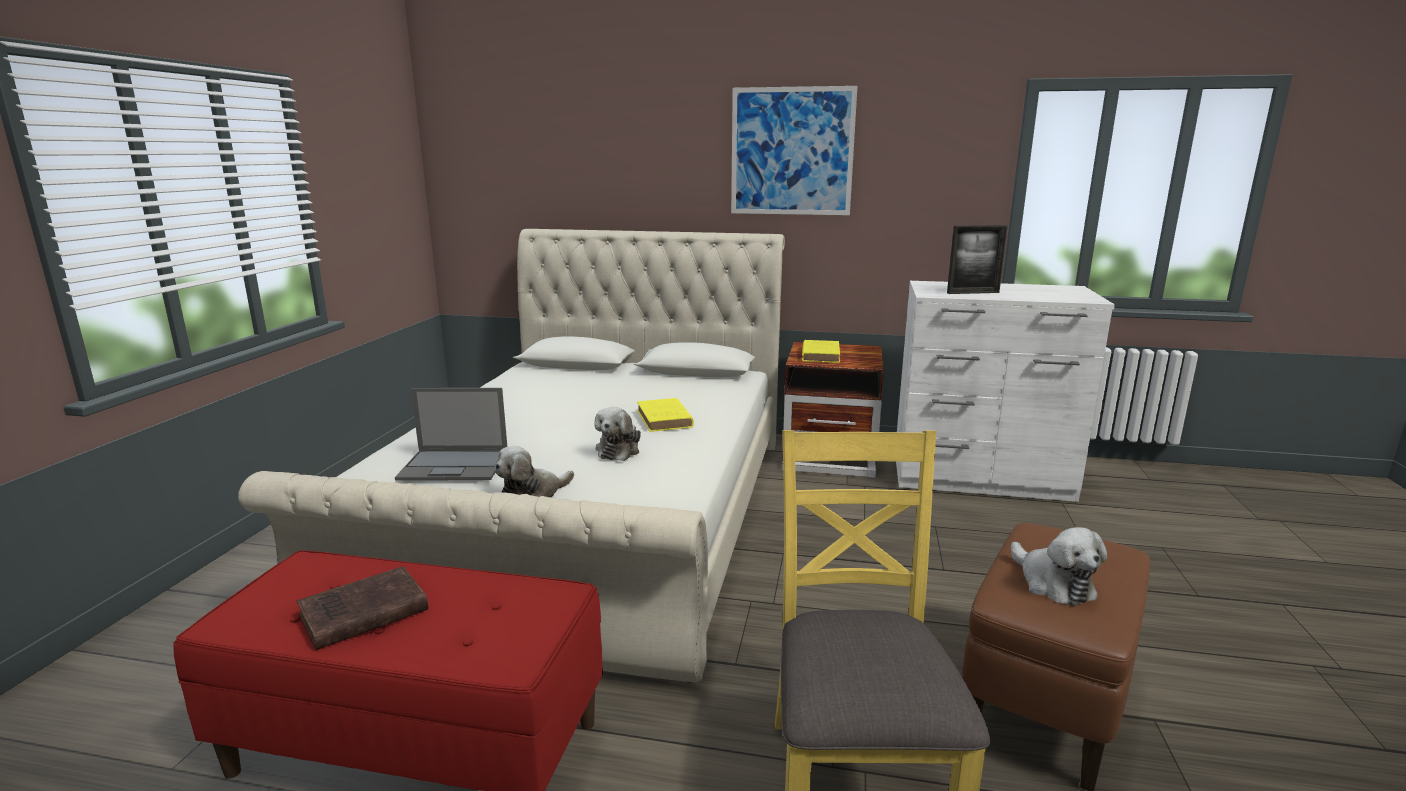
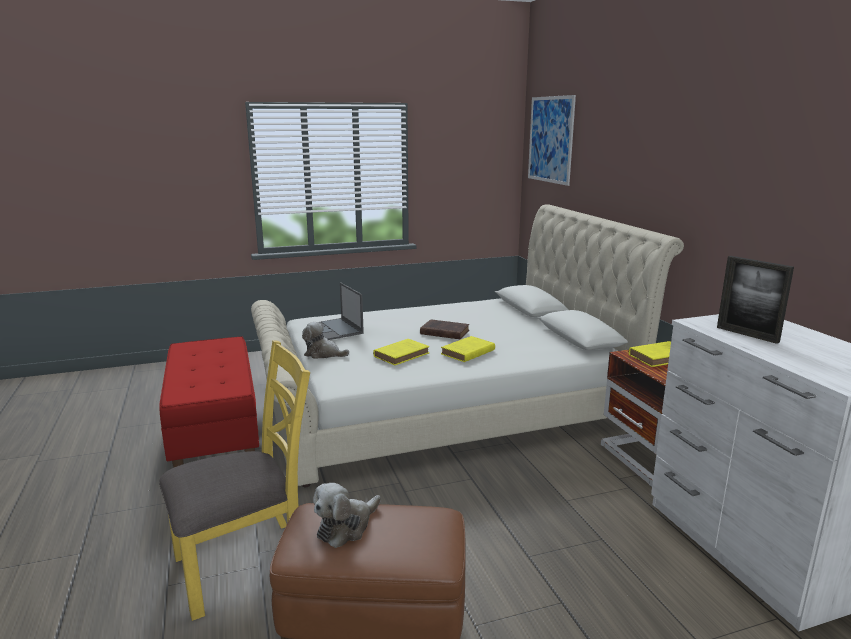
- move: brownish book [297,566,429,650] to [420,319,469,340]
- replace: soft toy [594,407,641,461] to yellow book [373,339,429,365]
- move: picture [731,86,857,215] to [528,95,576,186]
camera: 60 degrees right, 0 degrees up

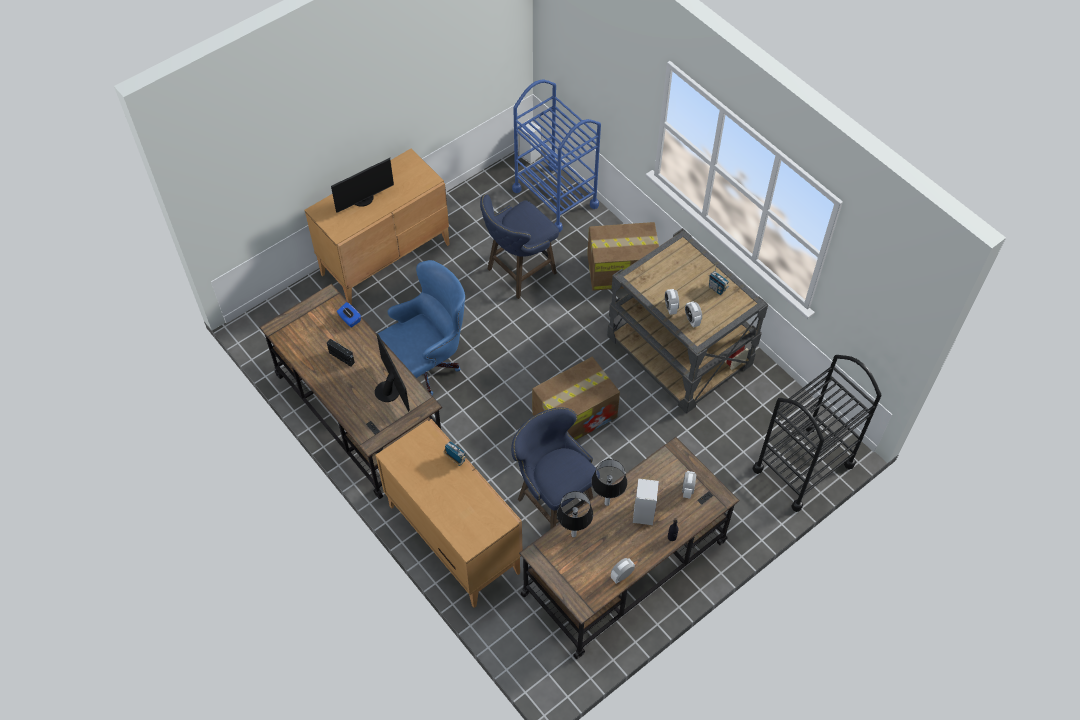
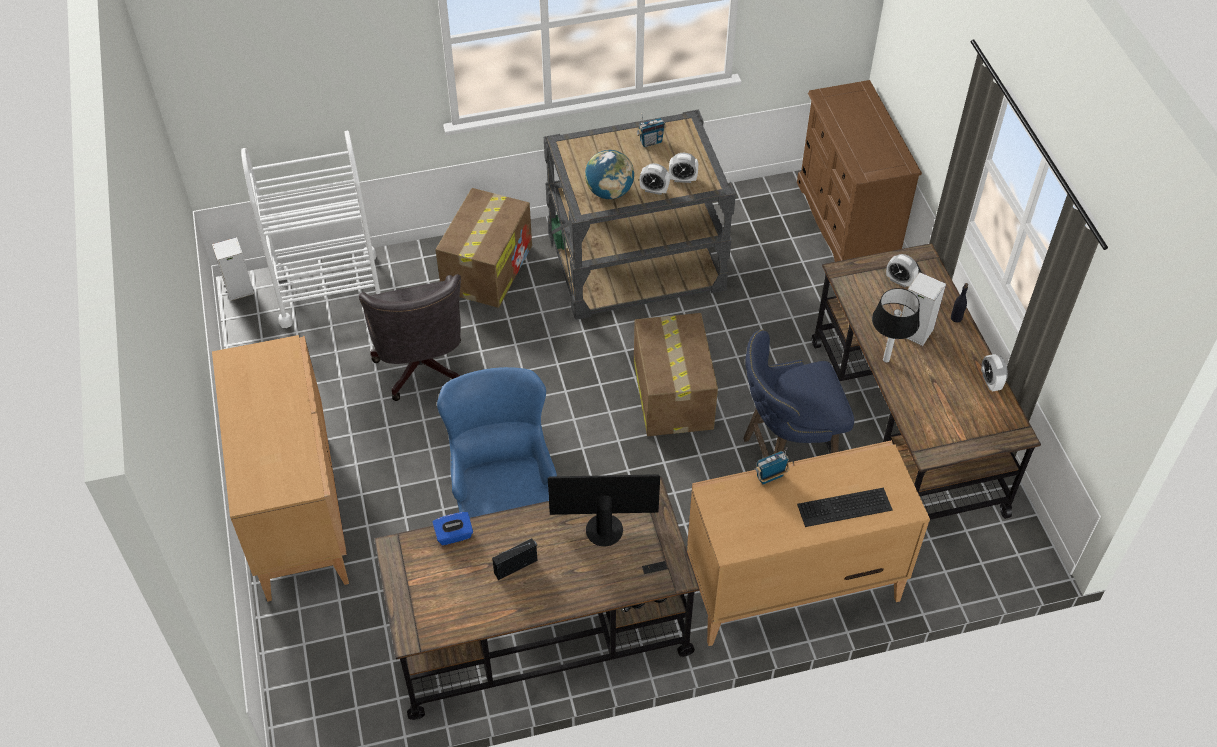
- delete: computer display [331,158,394,213]
- replace: blue stool [480,194,559,299] to gray desk chair [359,274,461,401]
- recolor: blue wheeled cart [512,79,601,232] to whitish wheeled cart [241,131,381,328]
- delete: table lamp [557,491,593,537]
- replace: black wheeled cart [753,355,882,512] to brownish drawer chest [797,80,922,262]
- insert: desk globe [585,150,634,199]
- insert: computer keyboard [797,488,893,527]
camera: 65 degrees left, 5 degrees down

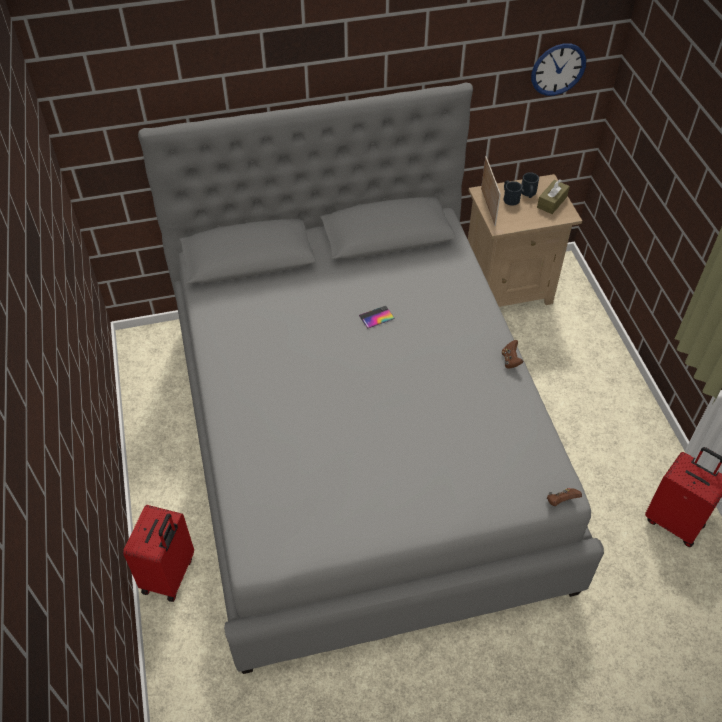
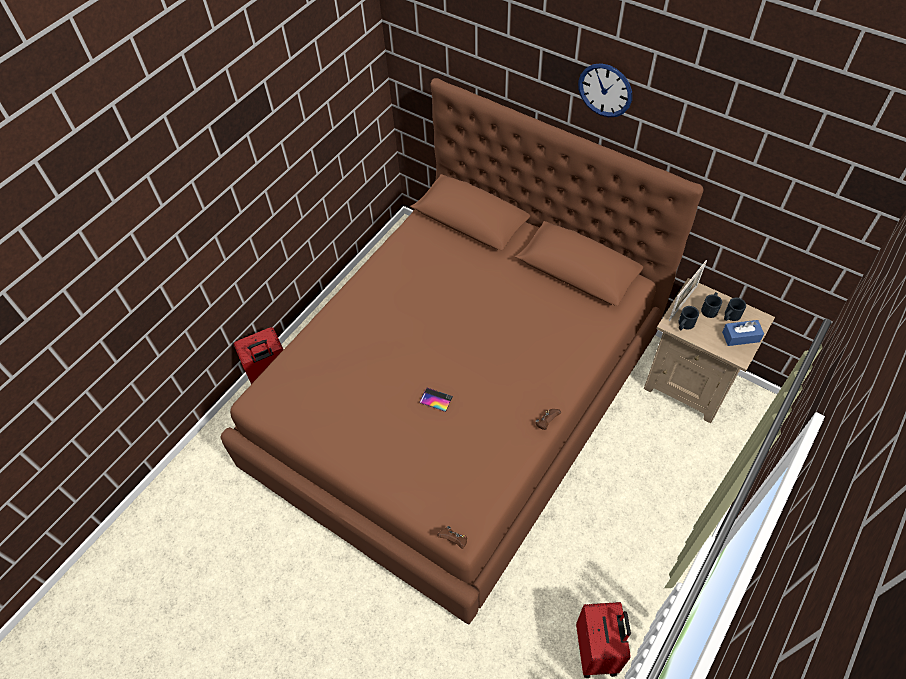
- recolor: gray bedroom bed [138,83,604,674] to brownish bedroom bed [220,78,703,625]
- move: phone [359,306,395,328] to [419,388,453,412]
- move: hanging clock [531,43,586,96] to [578,63,632,117]
- recolor: brownish box of tissues [537,179,570,214] to blue box of tissues [722,320,764,346]
- insert: black mug [678,306,699,330]
camera: 50 degrees right, 5 degrees up

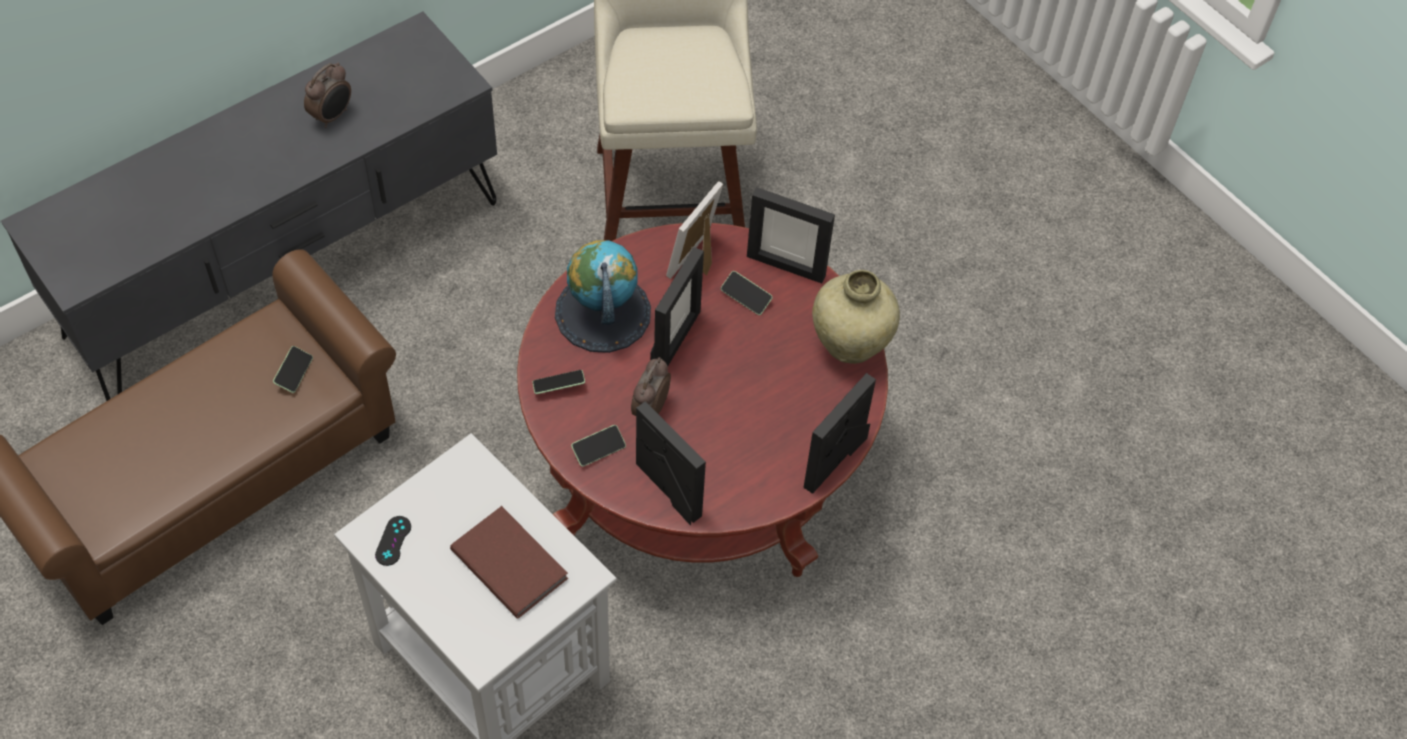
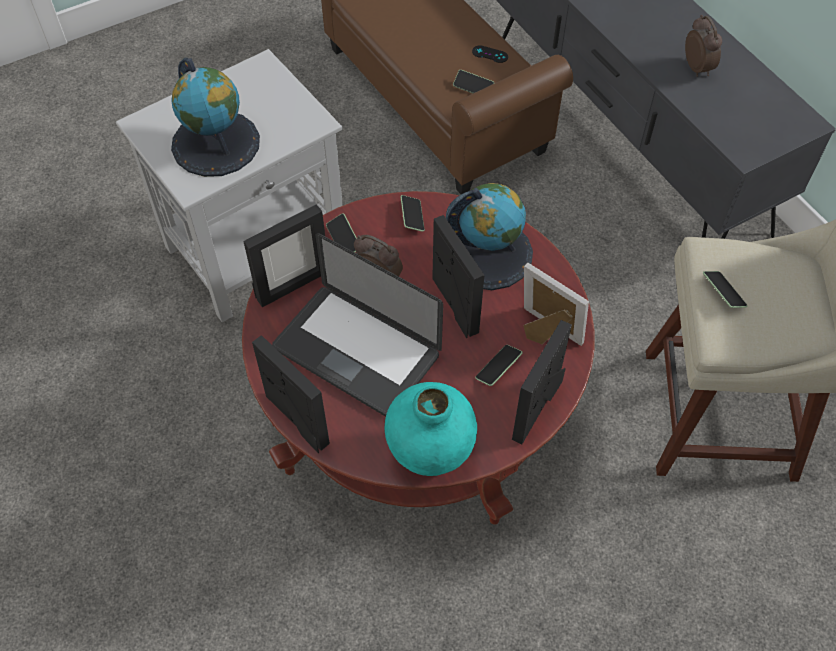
- rotate: bedside clock [304,62,351,128] = [685,15,722,77] 150 degrees counterclockwise
- move: black joypad [375,516,411,566] to [472,45,508,63]
- replace: brownish book [450,506,568,619] to desk globe [171,58,260,177]
- rotate: picture frame [650,247,704,366] = [432,215,484,338] 150 degrees counterclockwise
- recolor: beige flower vase [812,270,900,364] to blue-green flower vase [384,382,477,476]
- insert: notebook computer [272,233,443,417]
- insert: phone [703,271,747,308]
camera: 100 degrees right, 0 degrees up

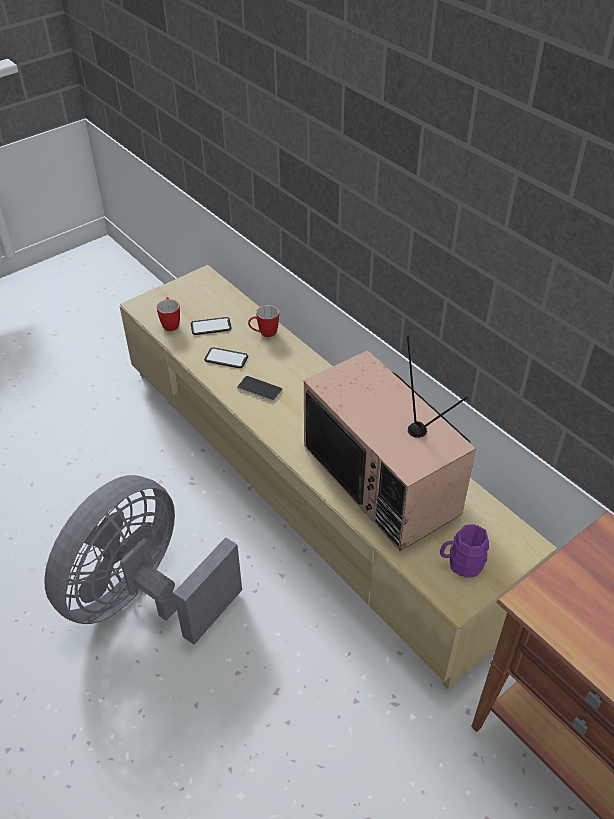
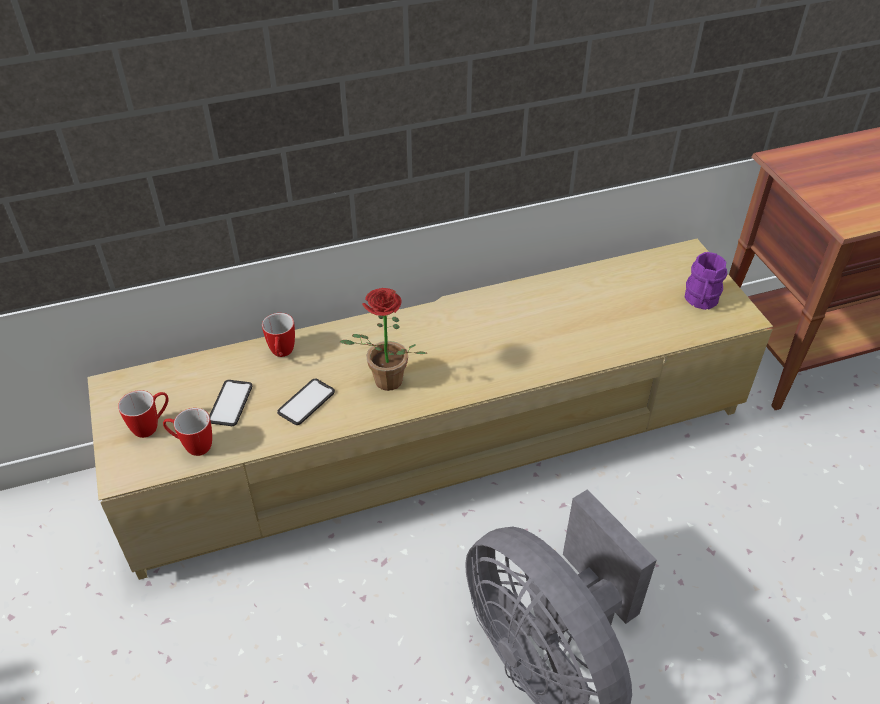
- replace: phone [237,376,282,402] to houseplant [340,288,427,391]
- delete: TV [304,335,476,551]
- insert: mug [118,390,169,438]
camera: 70 degrees left, 0 degrees up

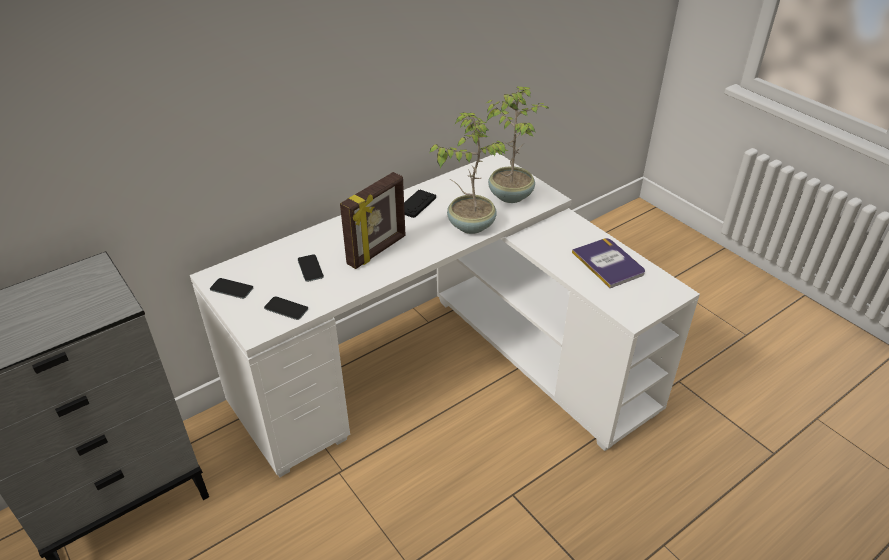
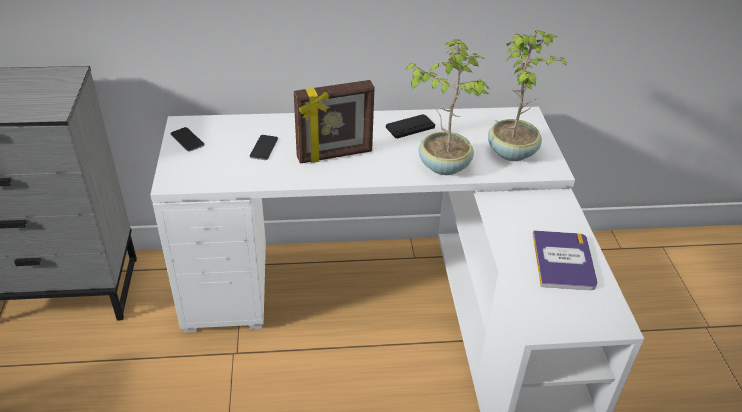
- delete: phone [264,296,308,320]
camera: 30 degrees right, 0 degrees up

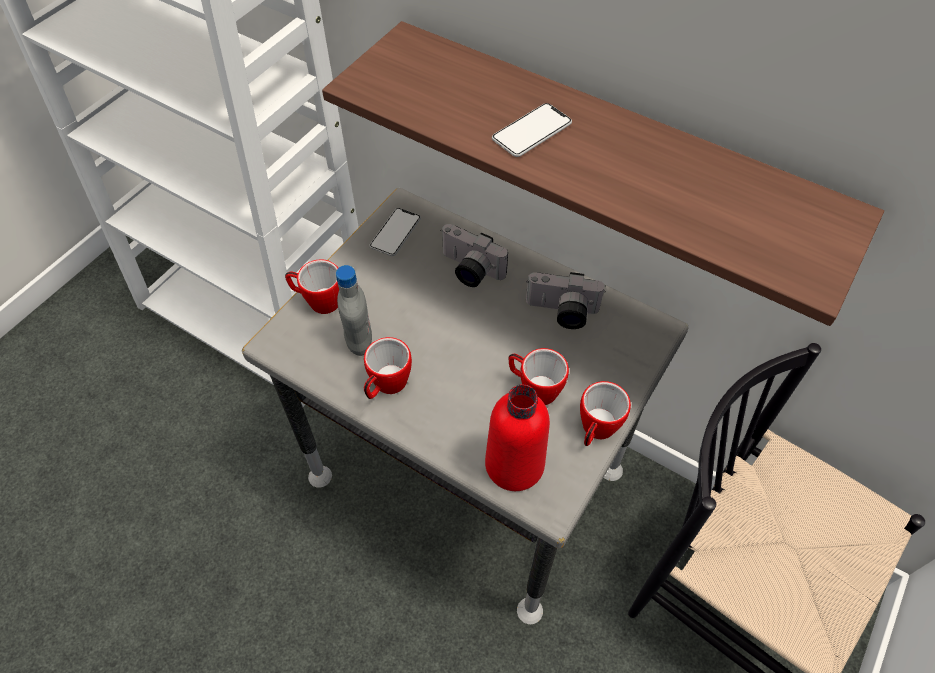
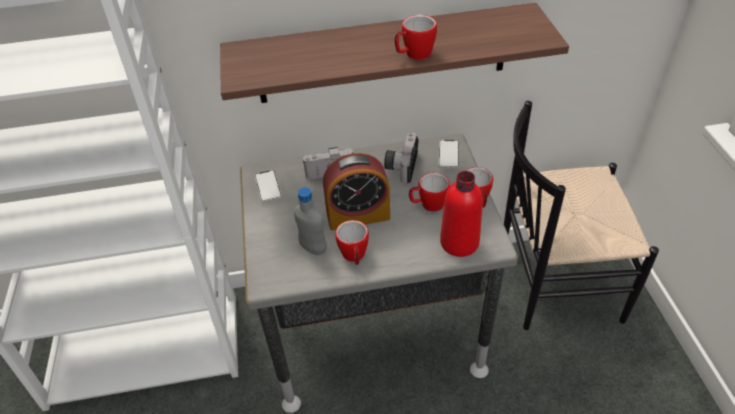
- move: mug [285,259,339,314] to [395,15,437,60]
- move: phone [492,103,572,157] to [438,140,459,168]
- rotate: photo camera [526,272,606,329] = [384,132,419,183] 135 degrees clockwise
- insert: bedside clock [323,153,390,231]
camera: 40 degrees left, 10 degrees down

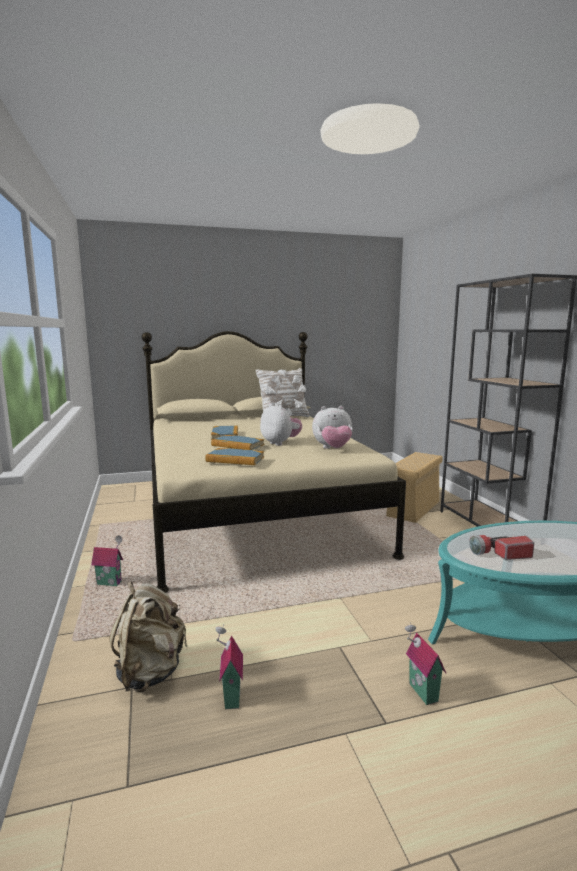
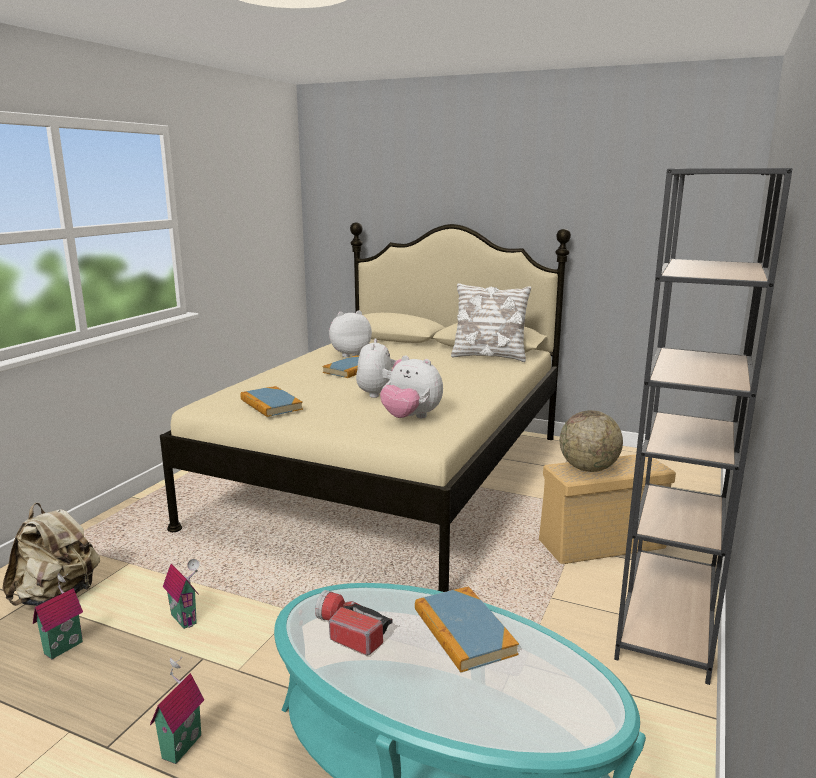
- move: model house [91,535,123,586] to [163,559,199,629]
- move: book [211,435,264,450] to [415,586,519,672]
- insert: soft toy [329,310,372,357]
- insert: desk globe [560,410,623,472]
camera: 40 degrees right, 5 degrees up

